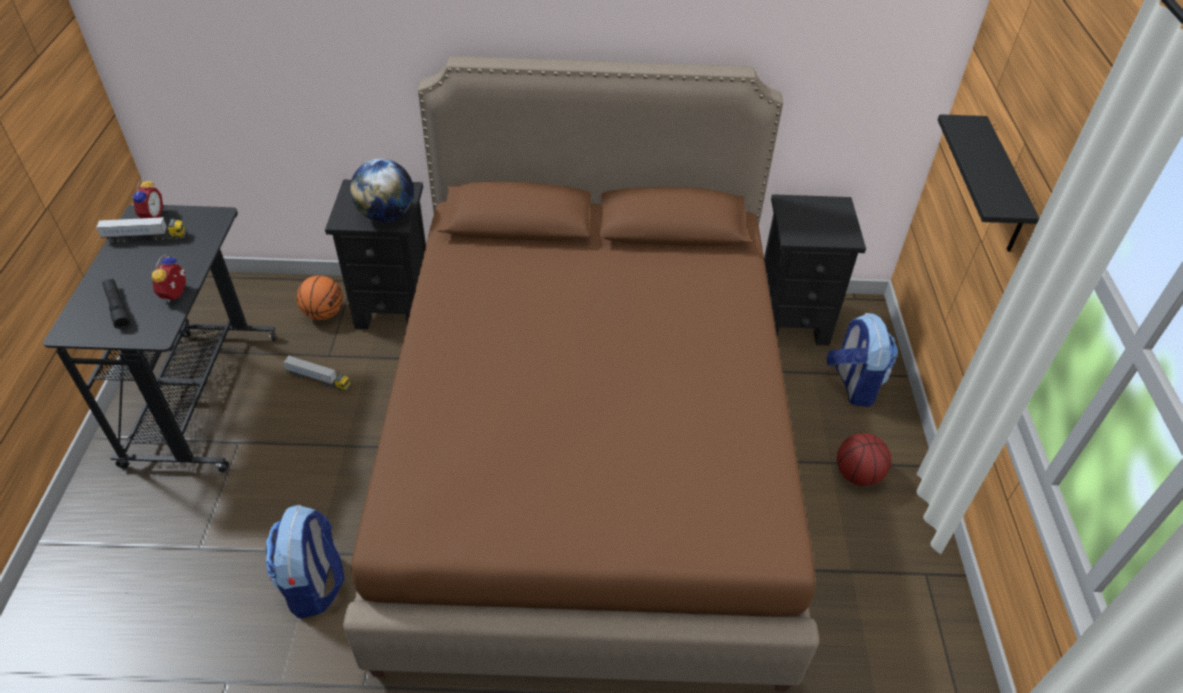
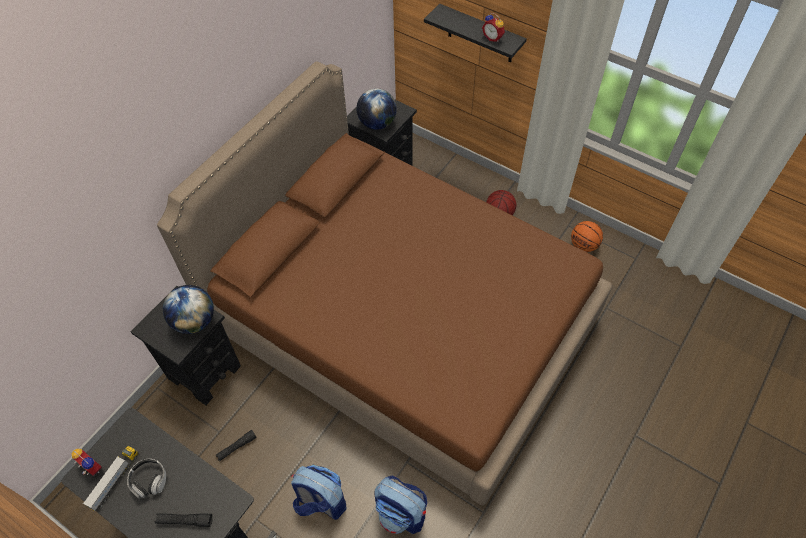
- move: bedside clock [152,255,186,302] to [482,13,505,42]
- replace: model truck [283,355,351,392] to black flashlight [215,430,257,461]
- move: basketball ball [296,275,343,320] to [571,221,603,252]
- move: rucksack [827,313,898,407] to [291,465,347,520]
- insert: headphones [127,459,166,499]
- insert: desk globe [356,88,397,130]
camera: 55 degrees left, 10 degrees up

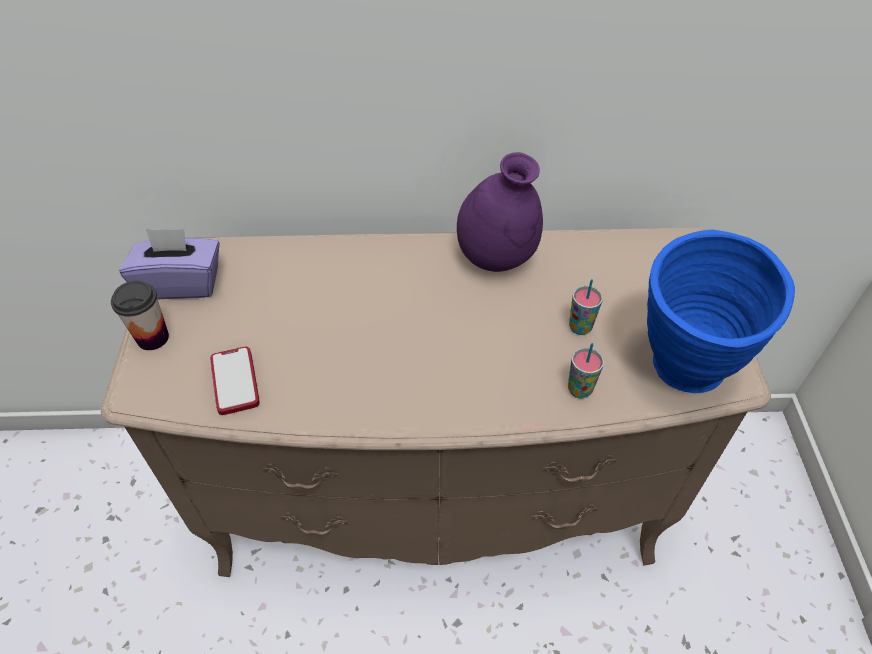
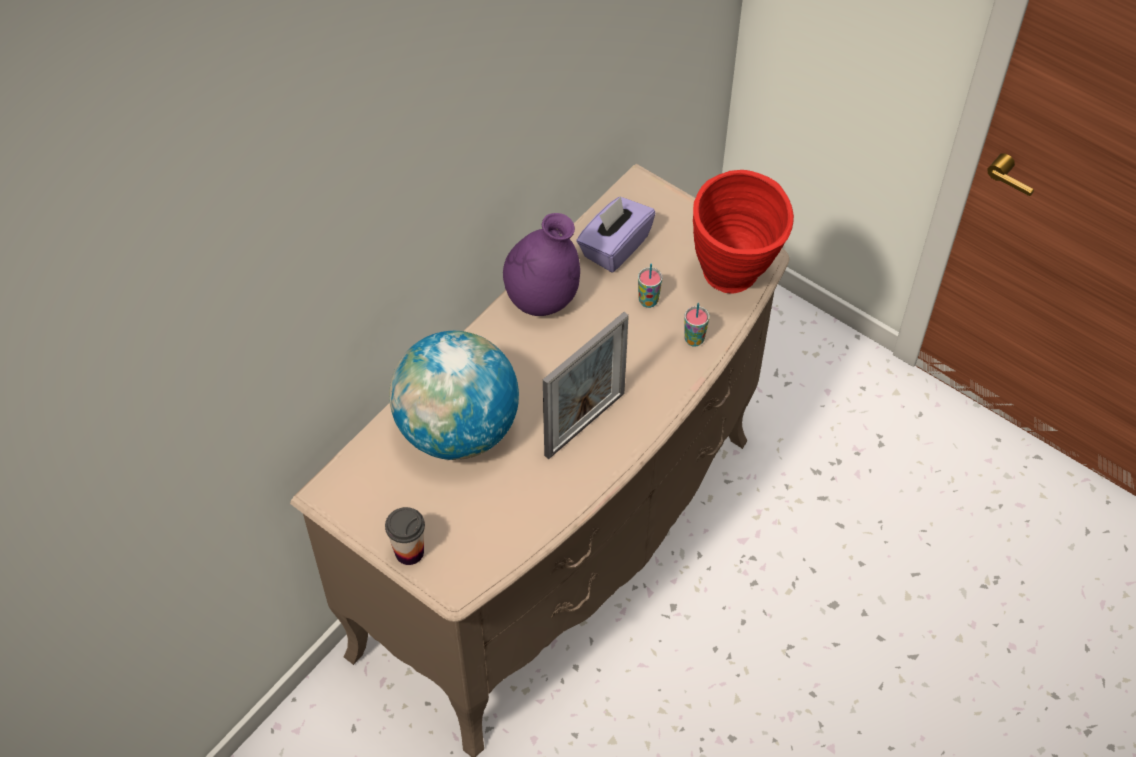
- move: purplish box of tissues [119,228,220,299] to [576,197,656,273]
- delete: phone [210,346,260,415]
- recolor: blue flower vase [647,230,795,393] to red-coloured flower vase [693,170,794,294]
- insert: desk globe [389,331,519,460]
- insert: picture frame [543,312,629,459]
camera: 50 degrees left, 5 degrees up

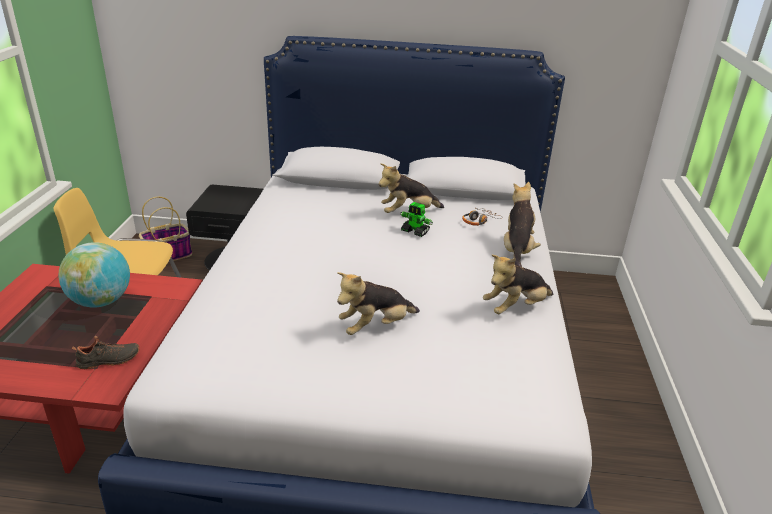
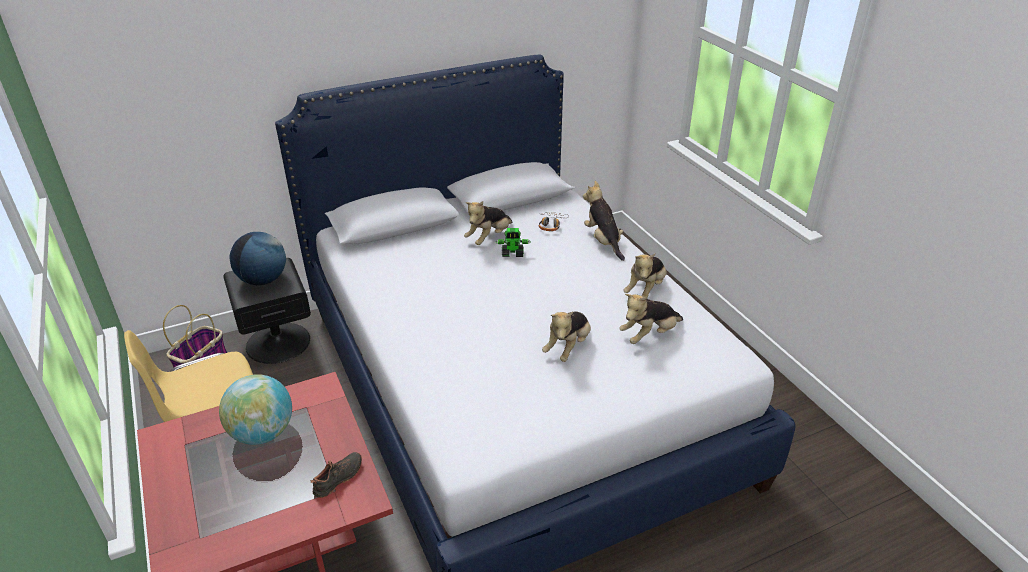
- insert: desk globe [230,232,286,285]
- insert: soft toy [619,294,683,344]
camera: 30 degrees left, 5 degrees up

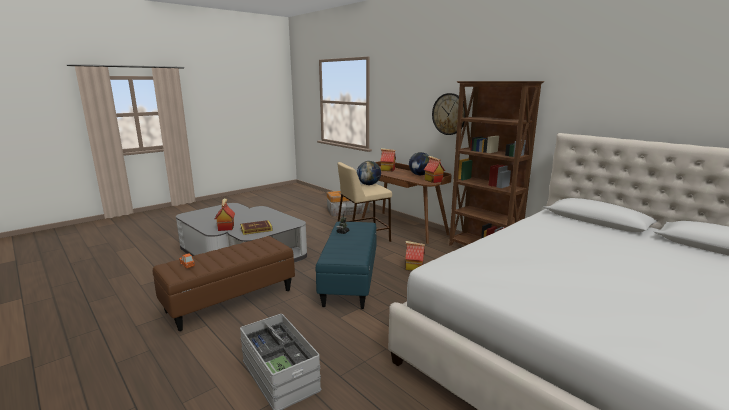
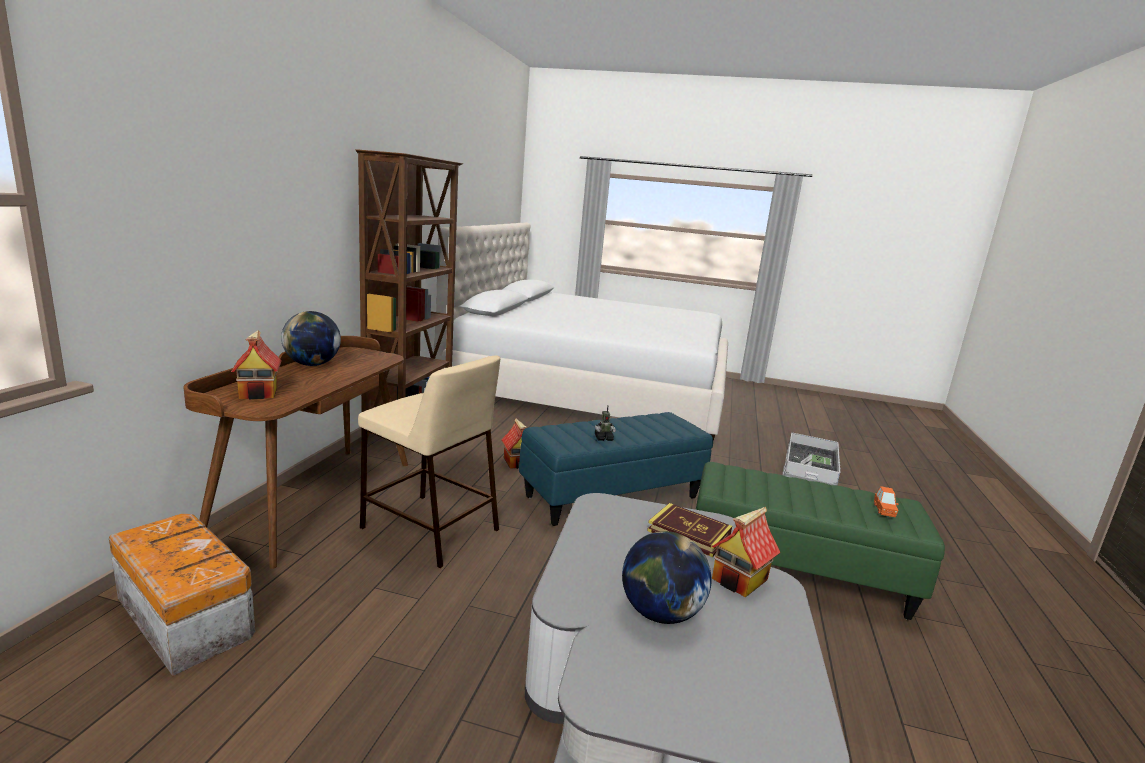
- recolor: brownish ottoman [153,236,295,332] to green-coloured ottoman [696,462,945,620]
- move: desk globe [357,161,381,185] to [622,531,711,624]
- delete: model house [424,156,445,183]
- delete: hanging clock [432,93,465,135]
camera: 125 degrees left, 0 degrees up

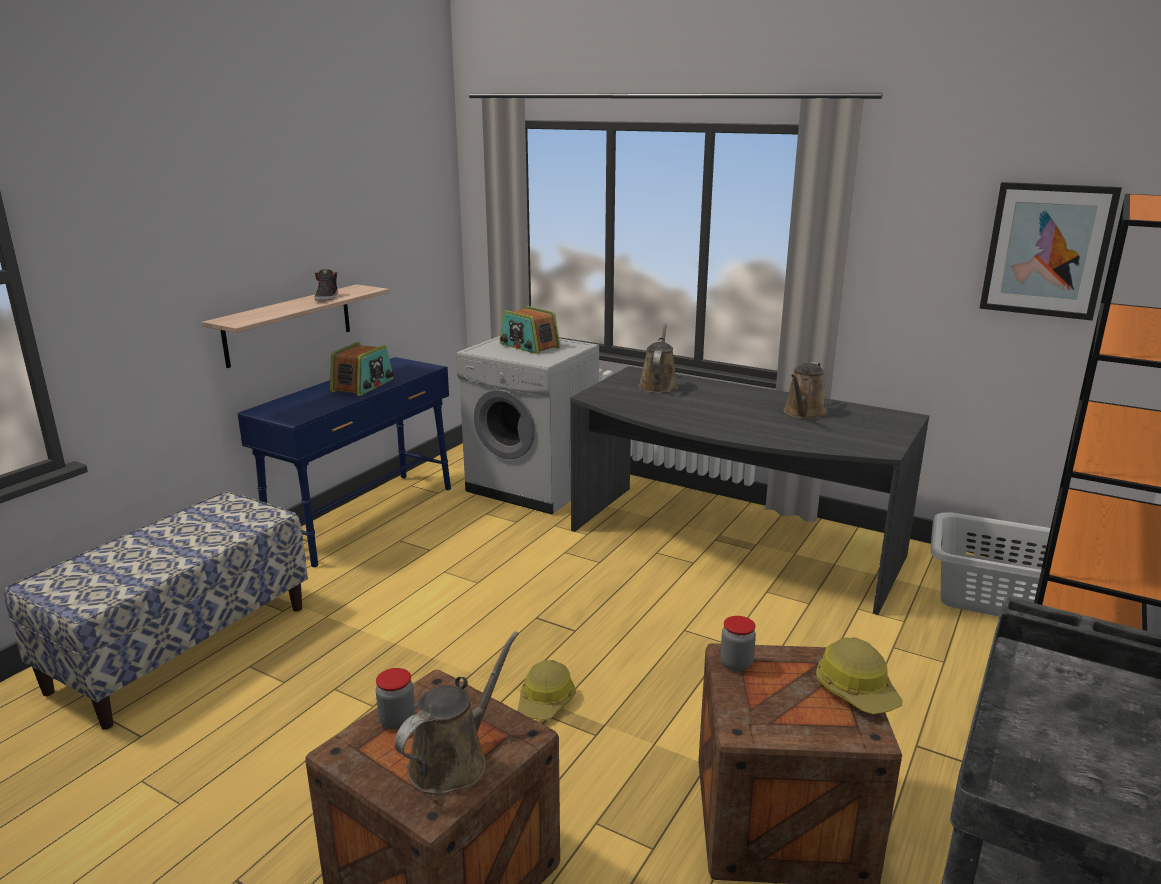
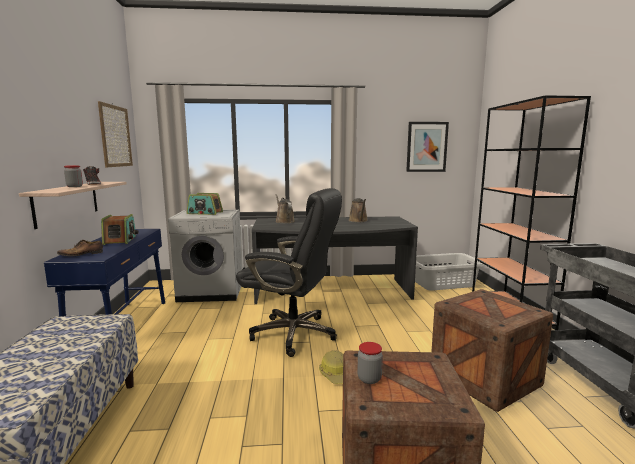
- delete: brownish sprinkling can [395,631,519,795]
- move: storage jar [720,616,756,671] to [64,165,83,187]
- delete: safety helmet [816,637,903,714]
- insert: low shoe [57,240,103,256]
- insert: picture [98,101,133,167]
- insert: black desk chair [236,188,342,357]
camera: 35 degrees left, 10 degrees down

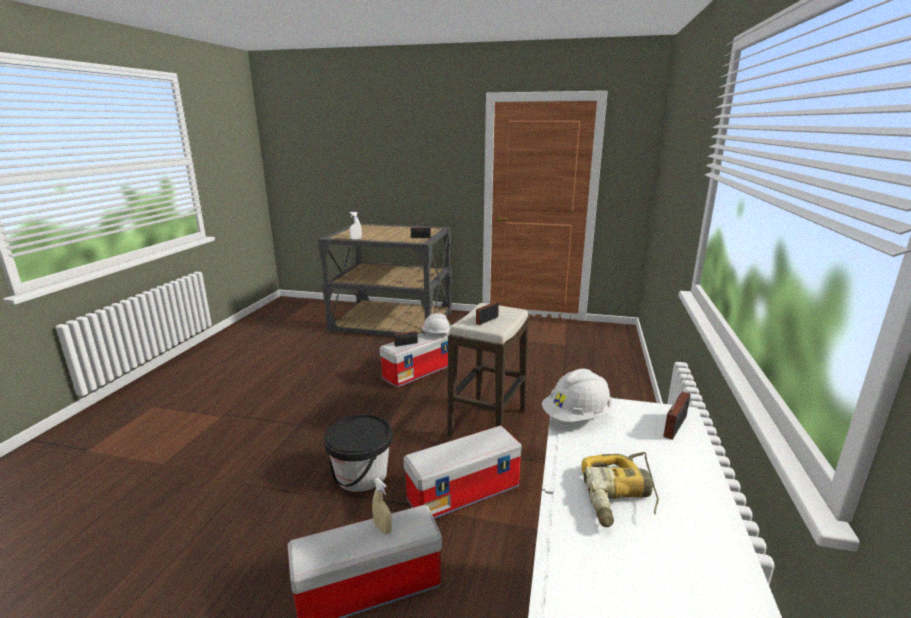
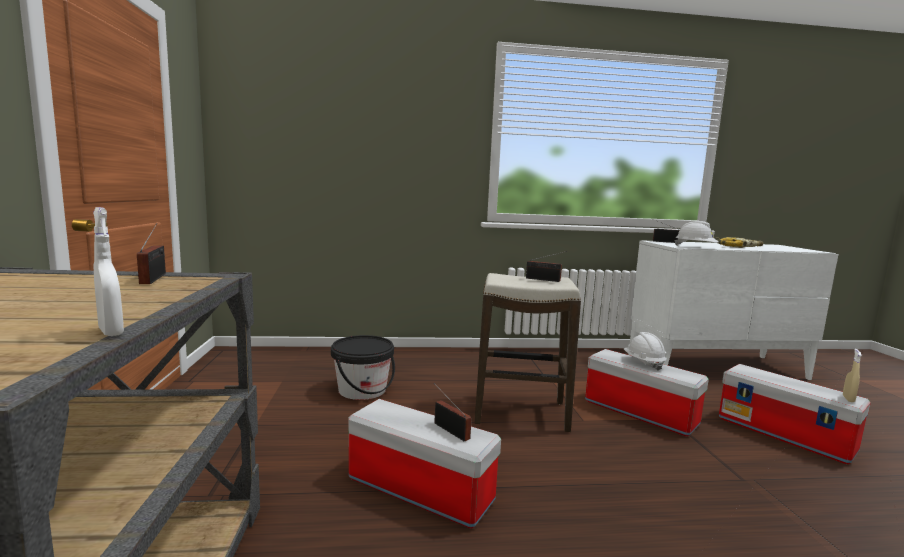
- move: black water bucket [324,414,393,492] to [331,335,395,400]
- move: beige spray bottle [372,478,392,534] to [843,349,862,402]
- move: whitish safety helmet [422,313,451,334] to [624,332,667,371]
camera: 110 degrees left, 10 degrees down

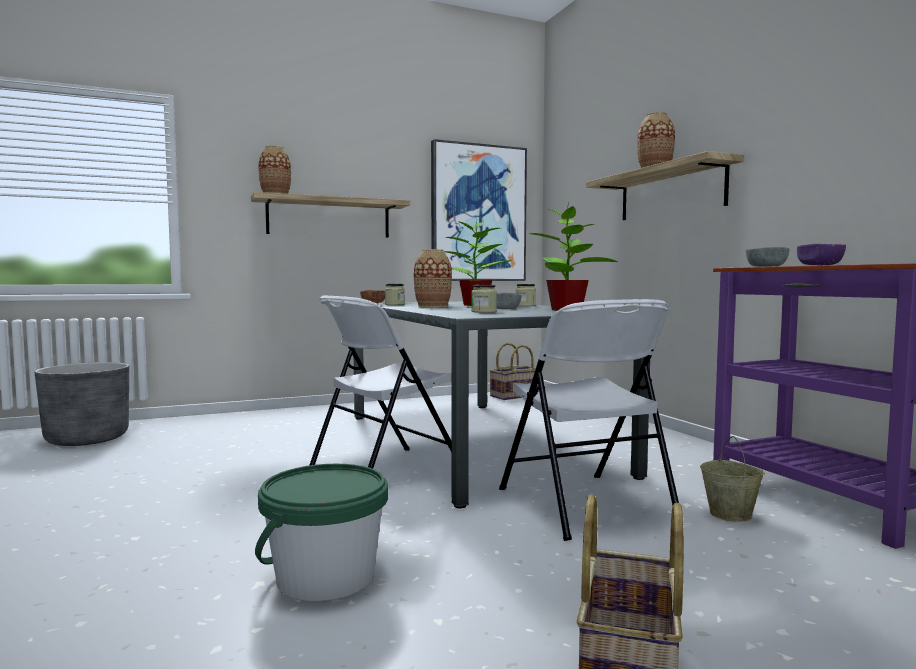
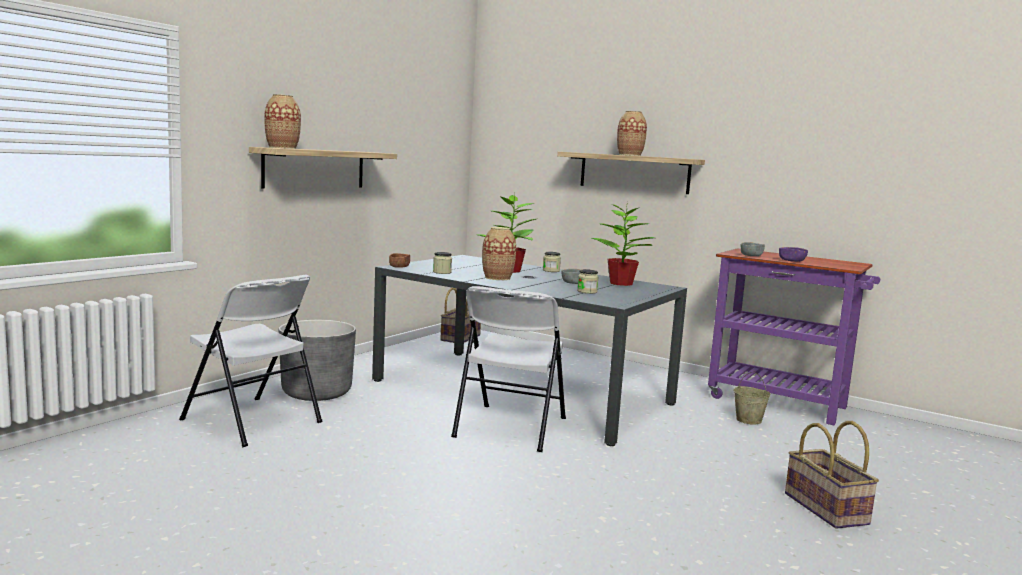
- move: gray flower pot [35,362,129,446] to [279,320,356,401]
- delete: green-coloured water bucket [255,464,388,601]
- delete: picture [431,139,527,281]
- move: whitish upright chair [499,299,679,541] to [179,274,322,447]
camera: 35 degrees left, 5 degrees up

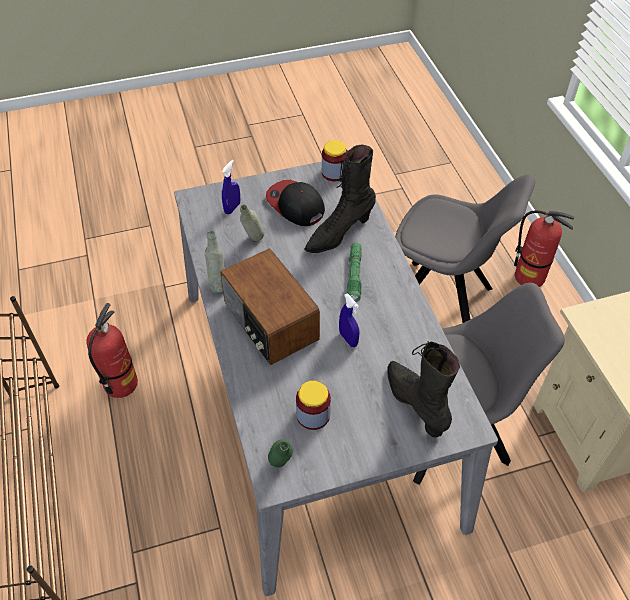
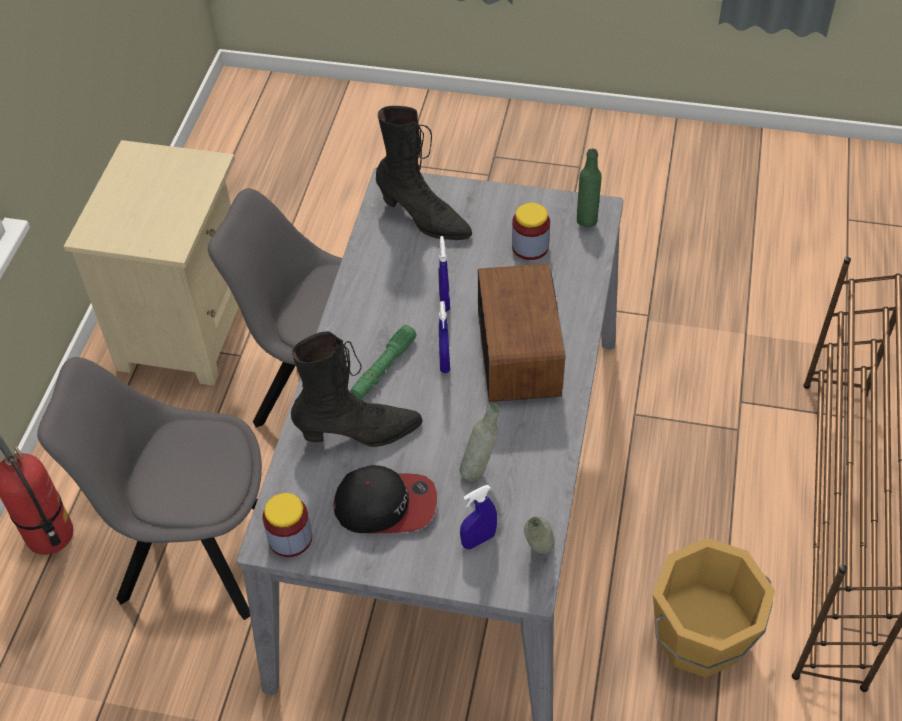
- replace: fire extinguisher [87,303,138,398] to orangey water bucket [653,538,775,678]
- move: gray beverage bottle [205,231,225,293] to [524,516,555,555]
- rotate: cap [266,180,325,226] = [334,465,437,533] 75 degrees counterclockwise
- rotate: black tall boot [388,341,460,438] = [376,106,472,240] 60 degrees counterclockwise
- rotate: gray upright chair [395,174,535,323] = [37,357,262,620] 45 degrees counterclockwise
- insert: blue spray bottle [439,301,450,373]
camera: 150 degrees left, 0 degrees up

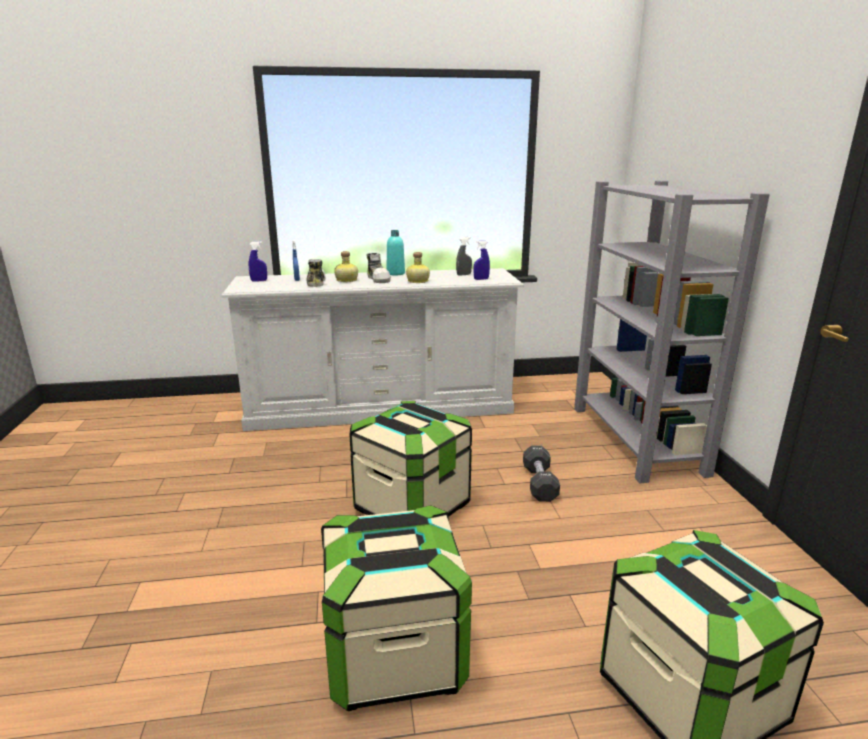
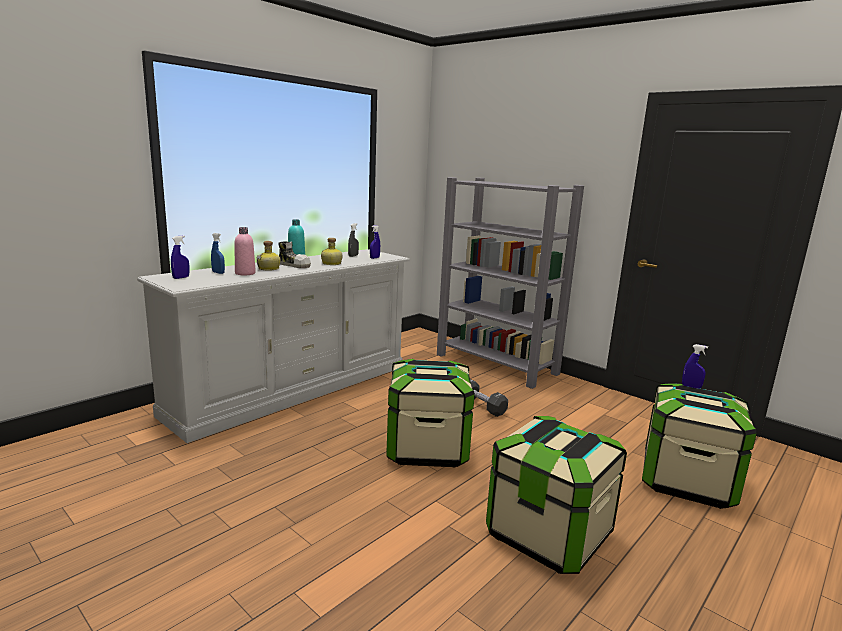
- replace: low shoe [306,259,326,287] to pink beverage bottle [234,227,256,275]
- insert: blue spray bottle [682,344,708,389]
camera: 40 degrees left, 5 degrees down

